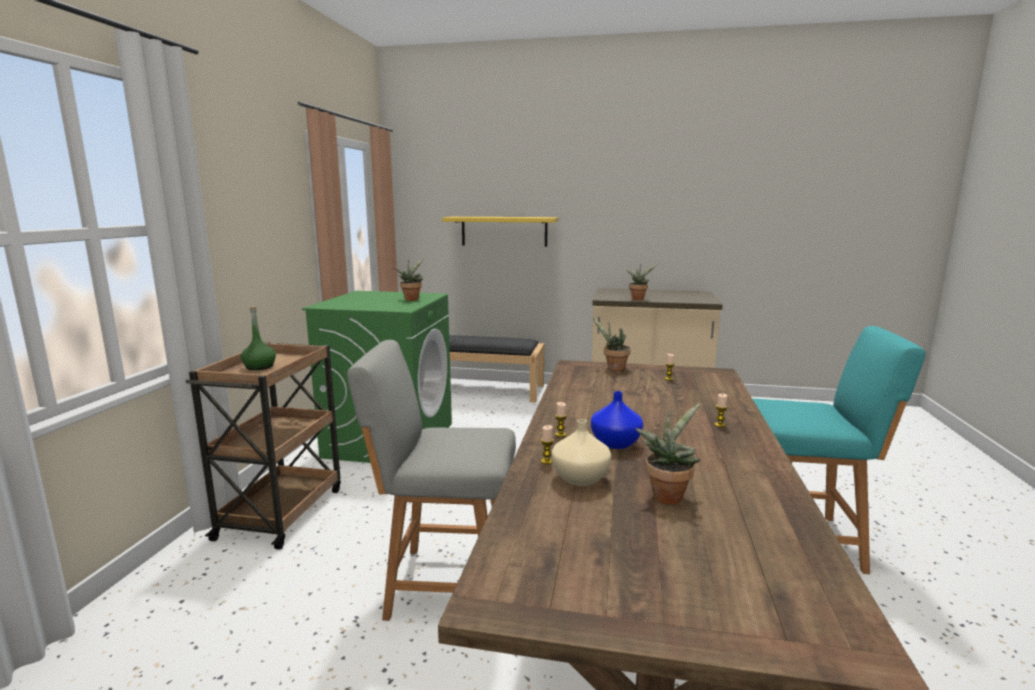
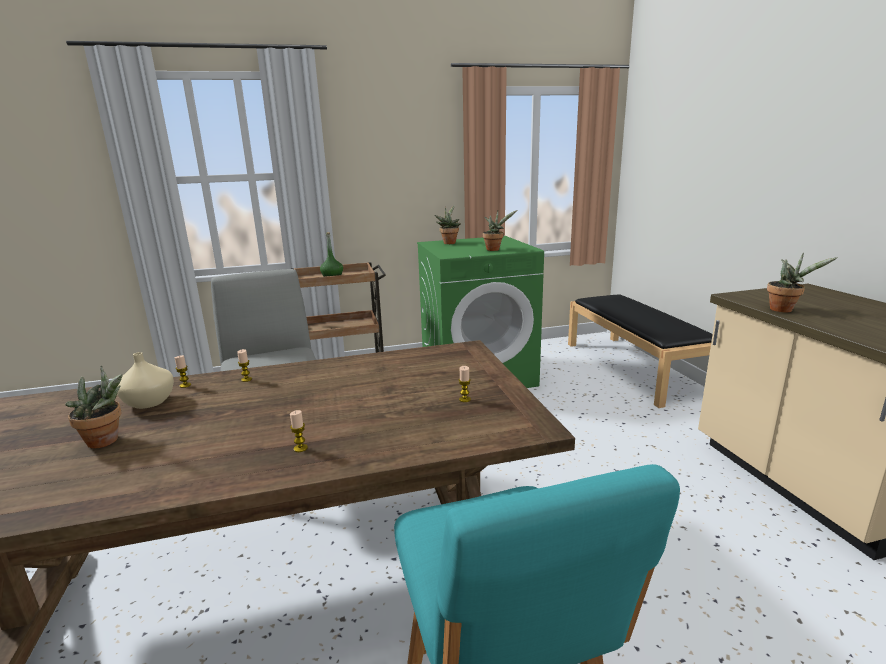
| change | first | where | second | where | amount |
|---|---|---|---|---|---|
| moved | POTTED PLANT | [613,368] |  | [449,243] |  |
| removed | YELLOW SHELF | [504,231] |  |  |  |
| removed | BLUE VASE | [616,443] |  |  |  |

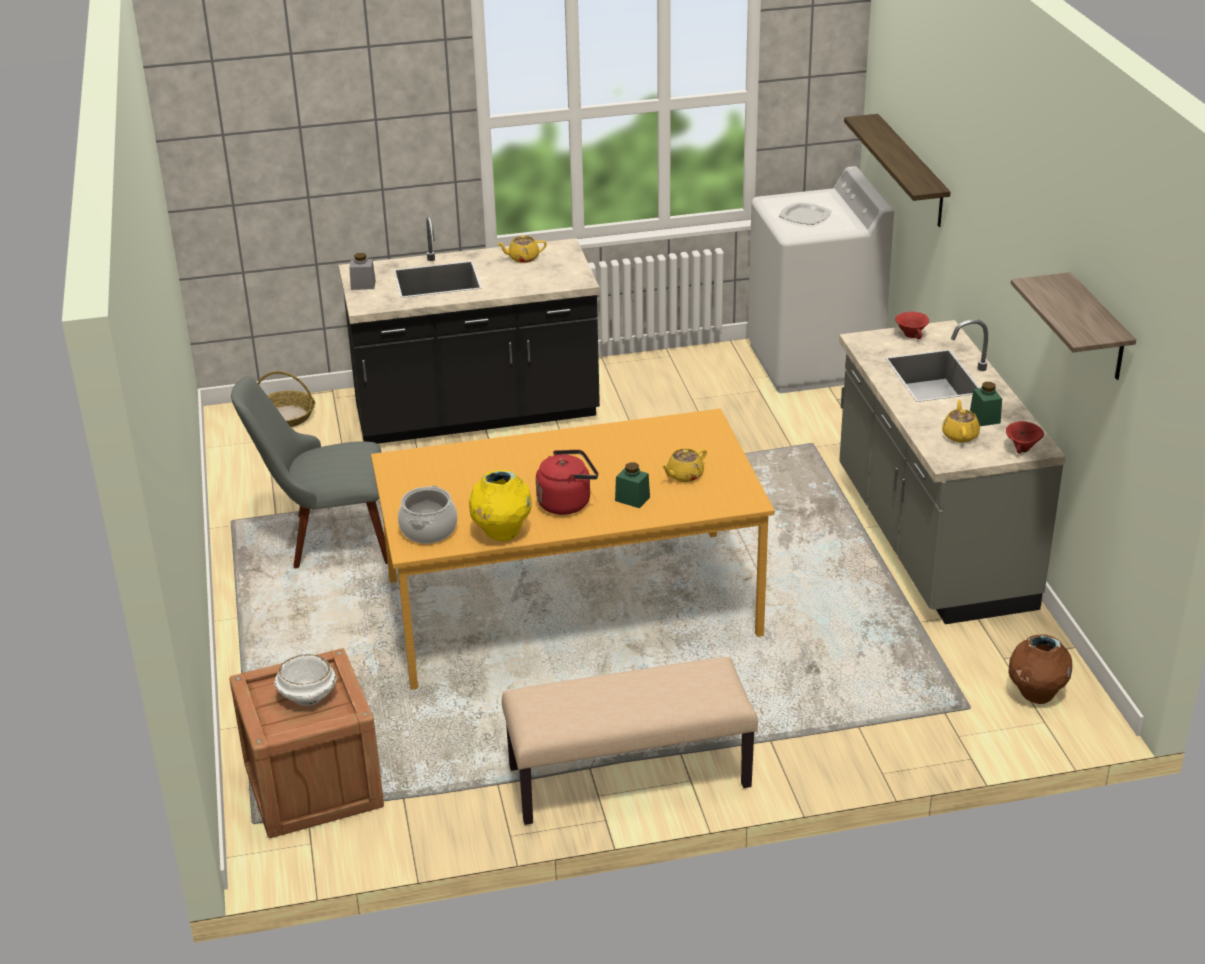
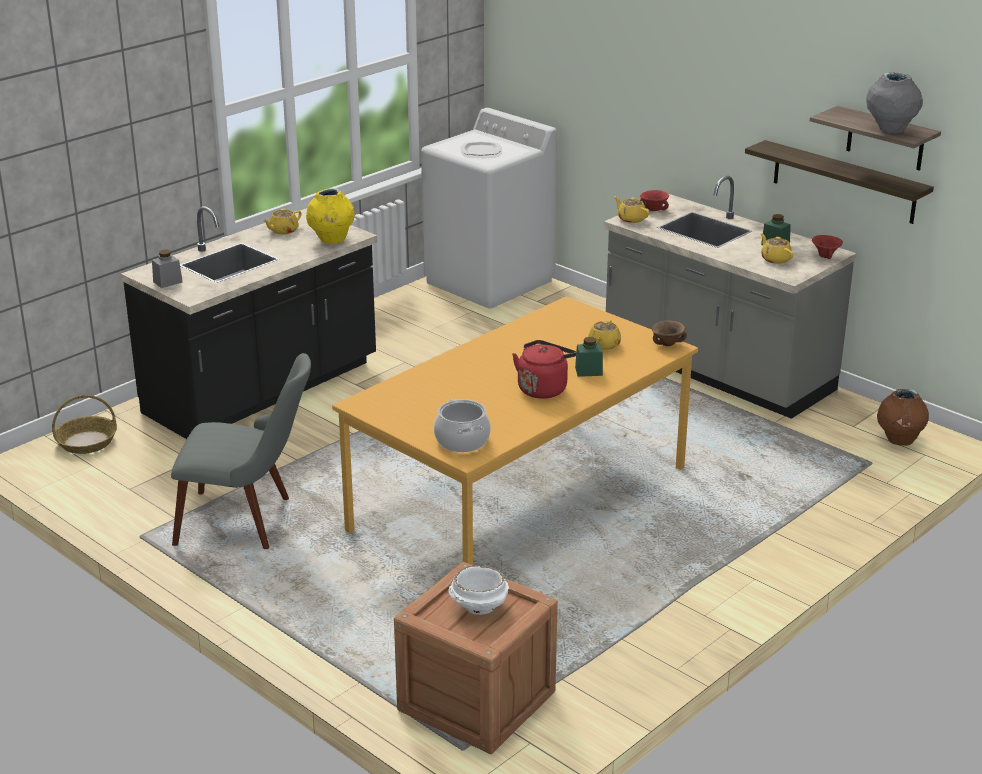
| change | first | where | second | where | amount |
|---|---|---|---|---|---|
| turned | GREY CHAIR | [326,540] |  | [249,521] | 135 degrees counterclockwise |
| moved | YELLOW VASE | [501,533] |  | [331,240] |  |
| added |  |  | YELLOW TEAPOT | [631,219] |  |
| added |  |  | BROWN BOWL | [668,344] |  |
| moved | SHELF | [911,171] |  | [844,182] |  |
| added |  |  | GREY VASE | [890,130] |  |
| removed | BEIGE BENCH | [628,778] |  |  |  |

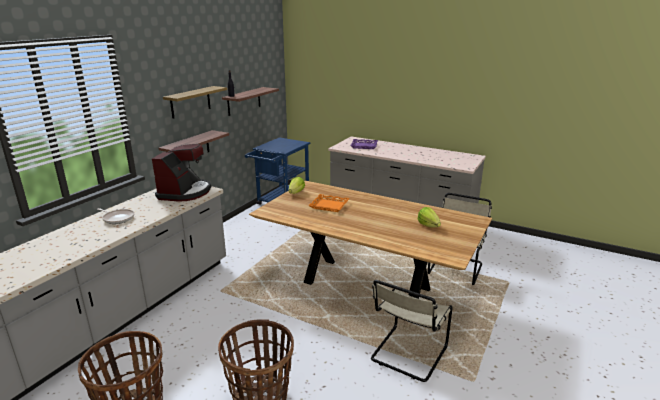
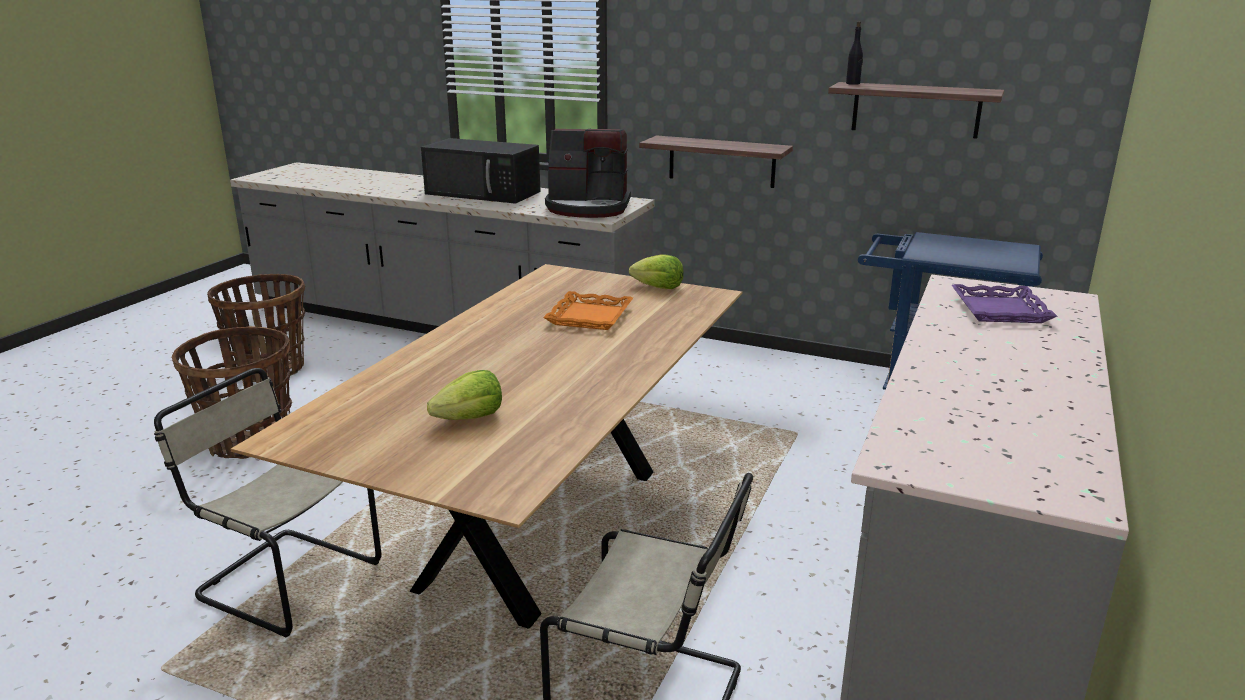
| change | first | where | second | where | amount |
|---|---|---|---|---|---|
| replaced | FRYING PAN | [118,218] | BLACK MICROWAVE | [484,193] |  |
| removed | SHELF | [190,102] |  |  |  |

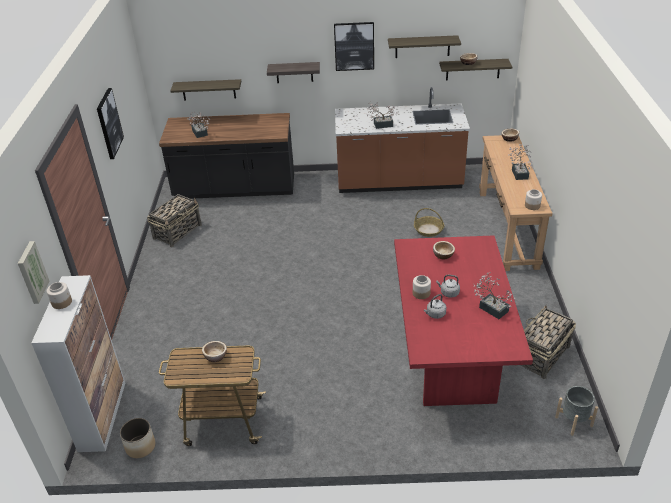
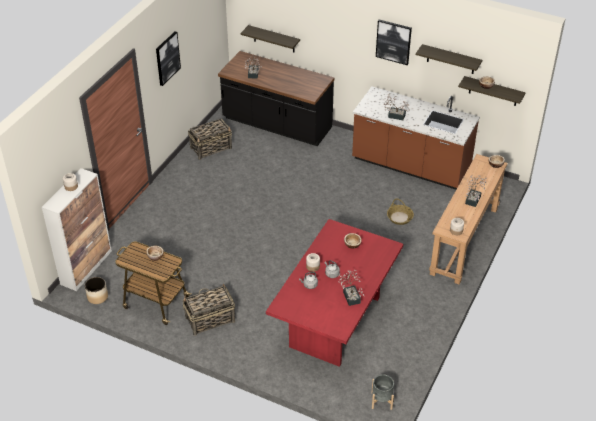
| change | first | where | second | where | amount |
|---|---|---|---|---|---|
| moved | BASKET | [541,355] |  | [209,320] |  |
| removed | PICTURE | [31,272] |  |  |  |
| removed | SHELF | [294,72] |  |  |  |

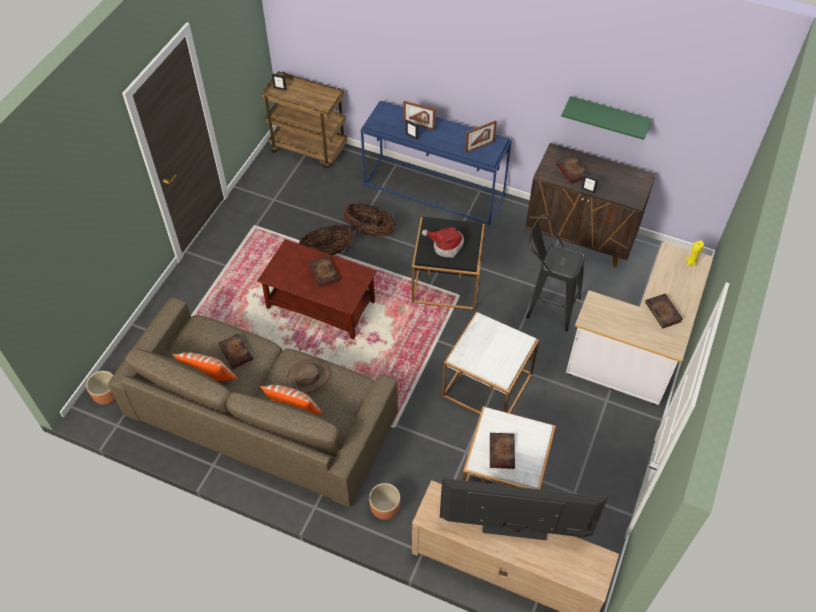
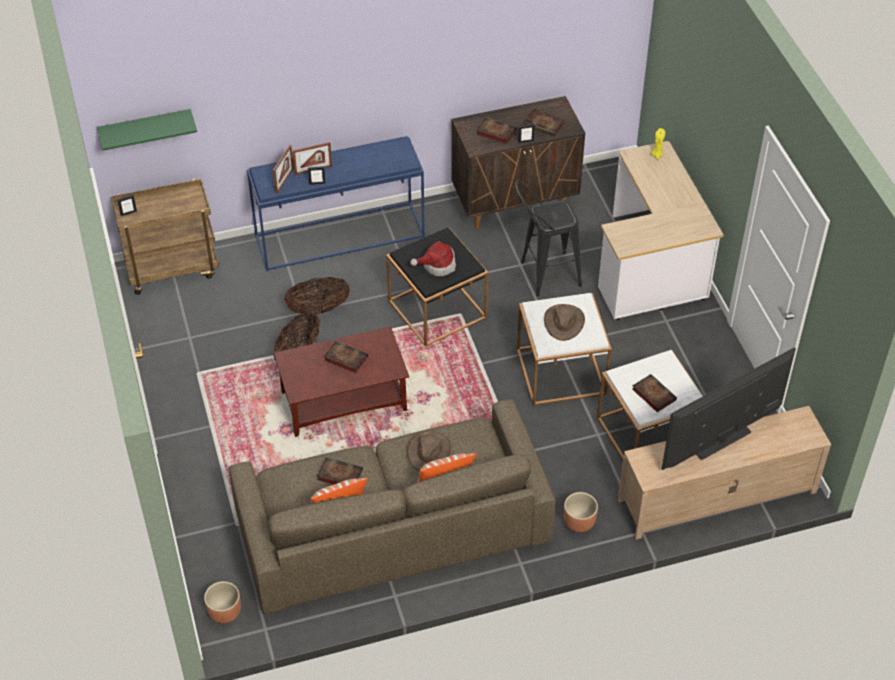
| change | first | where | second | where | amount |
|---|---|---|---|---|---|
| moved | GREEN SHELF | [608,117] |  | [146,129] |  |
| moved | PICTURE FRAME | [479,146] |  | [284,181] |  |
| moved | BOOK | [664,313] |  | [545,124] |  |
| added |  |  | BROWN HAT | [564,322] |  |

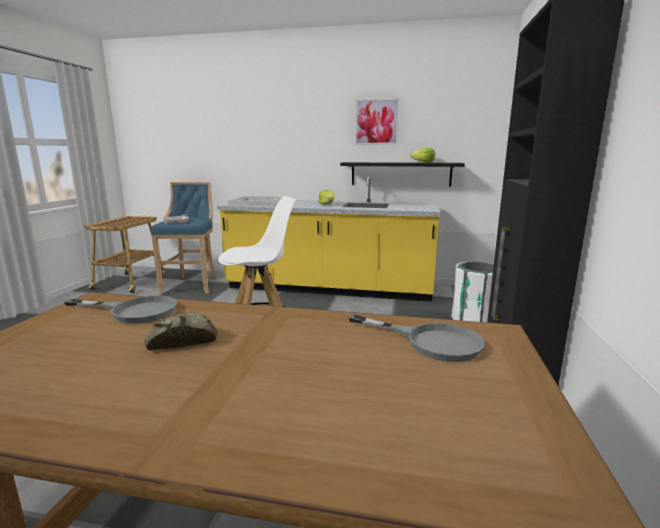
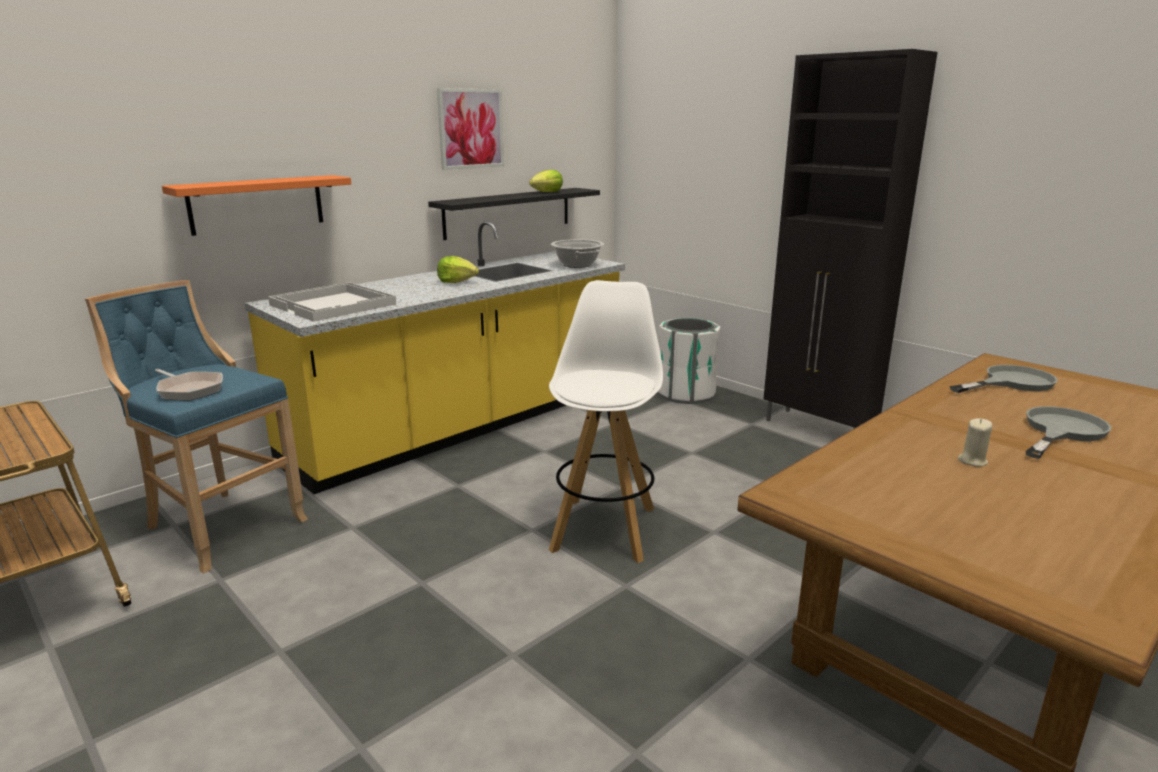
| change | first | where | second | where | amount |
|---|---|---|---|---|---|
| added |  |  | ORANGE SHELF | [257,204] |  |
| added |  |  | COOKING POT | [577,265] |  |
| replaced | BREAD | [181,340] | BEIGE CANDLE | [972,461] |  |
| moved | GREY FRYING PAN | [134,311] |  | [1061,431] |  |

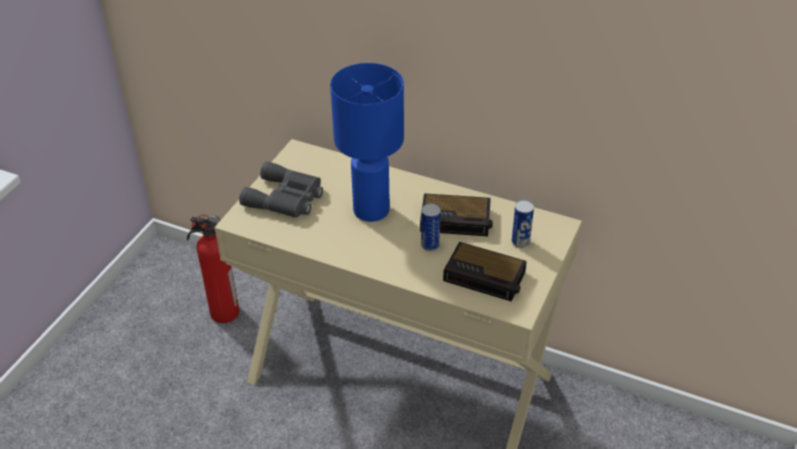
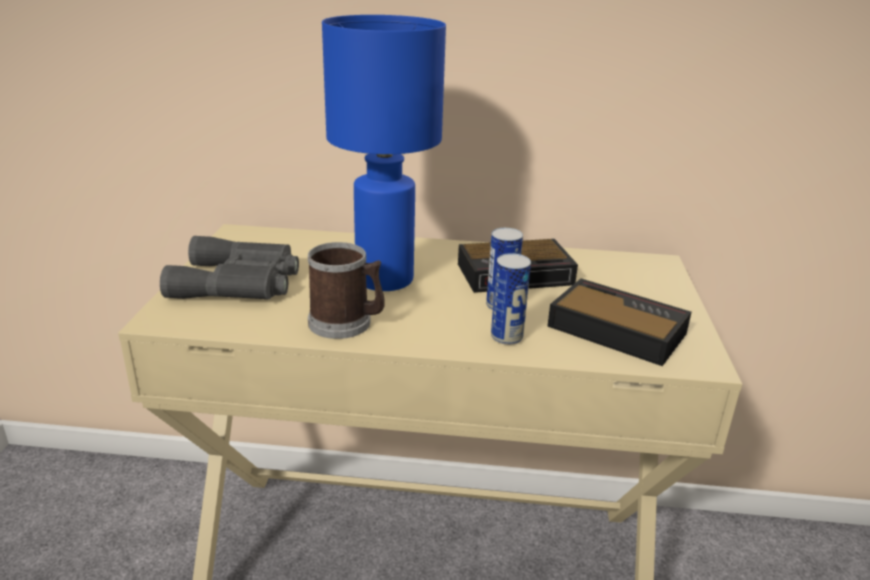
| change | first | where | second | where | amount |
|---|---|---|---|---|---|
| added |  |  | MUG | [346,323] |  |
| moved | CAN | [520,242] |  | [506,337] |  |
| turned | ALARM CLOCK | [486,277] |  | [613,329] | 150 degrees counterclockwise |
| removed | FIRE EXTINGUISHER | [222,312] |  |  |  |

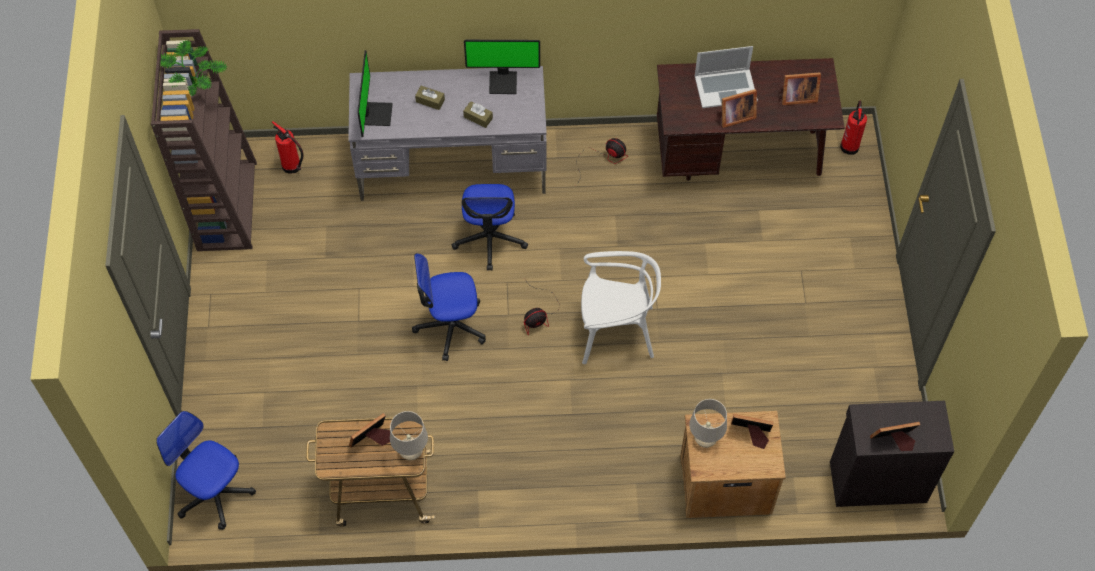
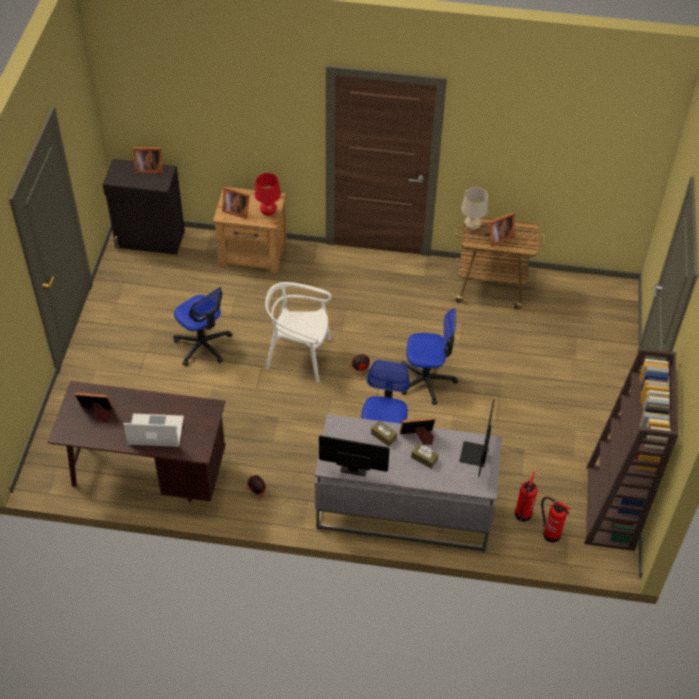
| change | first | where | second | where | amount |
|---|---|---|---|---|---|
| moved | OFFICE CHAIR | [215,492] |  | [203,345] |  |
| recoloured | BEIGE TABLE LAMP | [705,440] | RED TABLE LAMP | [268,212] |  |
| moved | PICTURE FRAME | [734,116] |  | [418,437] |  |
| moved | FIRE EXTINGUISHER | [850,145] |  | [522,515] |  |
| removed | POTTED PLANT | [195,83] |  |  |  |

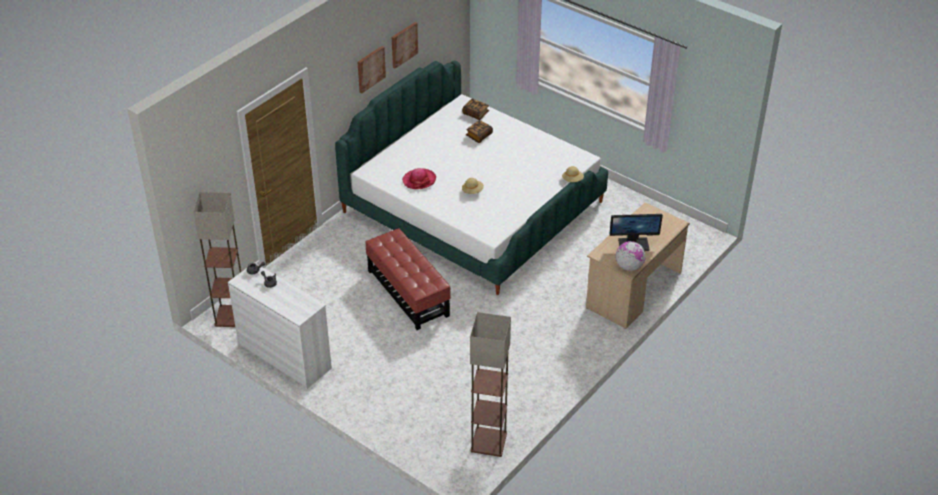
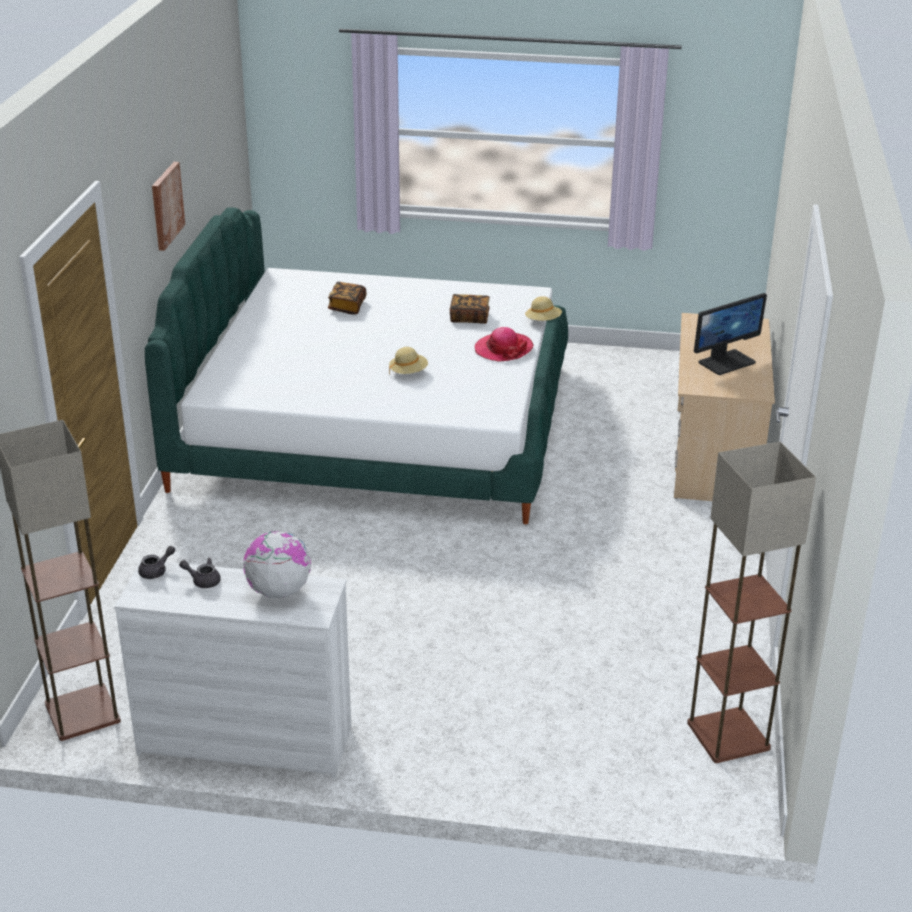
| change | first | where | second | where | amount |
|---|---|---|---|---|---|
| moved | GLOBE | [629,267] |  | [278,591] |  |
| moved | BOOK | [475,114] |  | [469,318] |  |
| moved | HAT | [419,180] |  | [503,349] |  |
| removed | RED OTTOMAN | [407,293] |  |  |  |
| removed | PICTURE | [403,44] |  |  |  |

